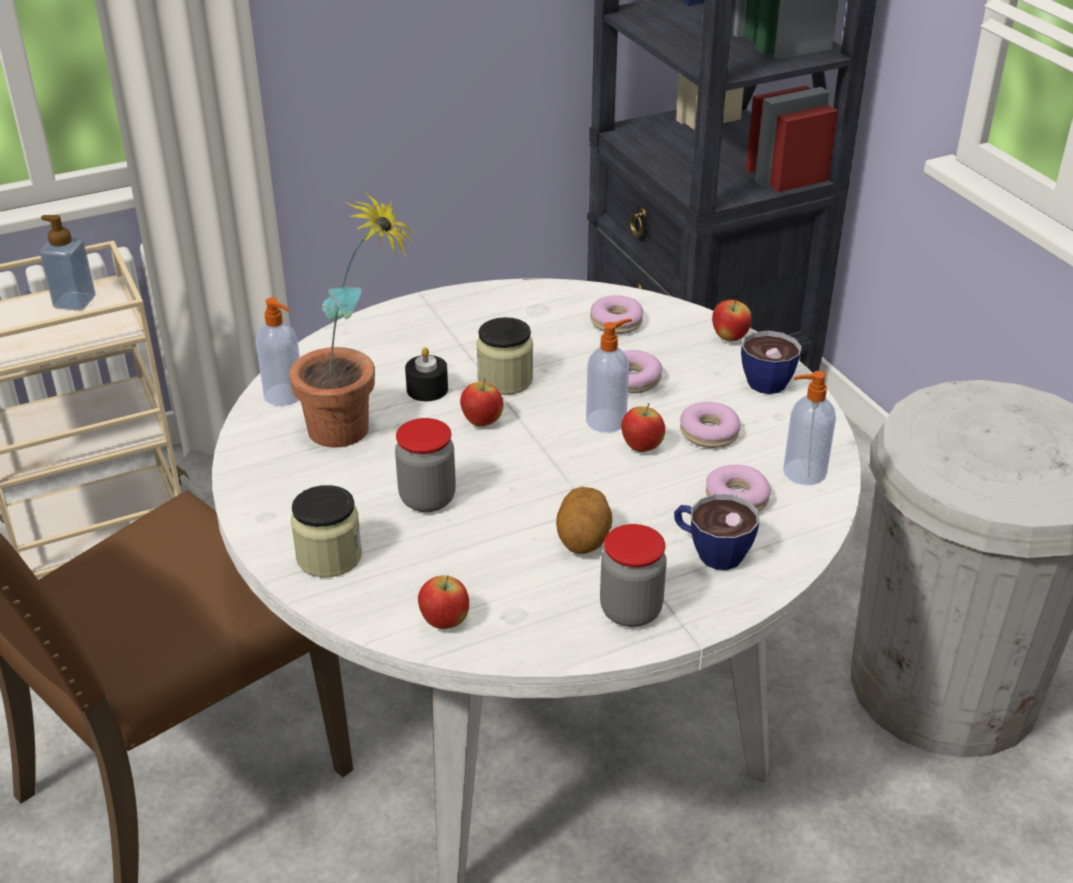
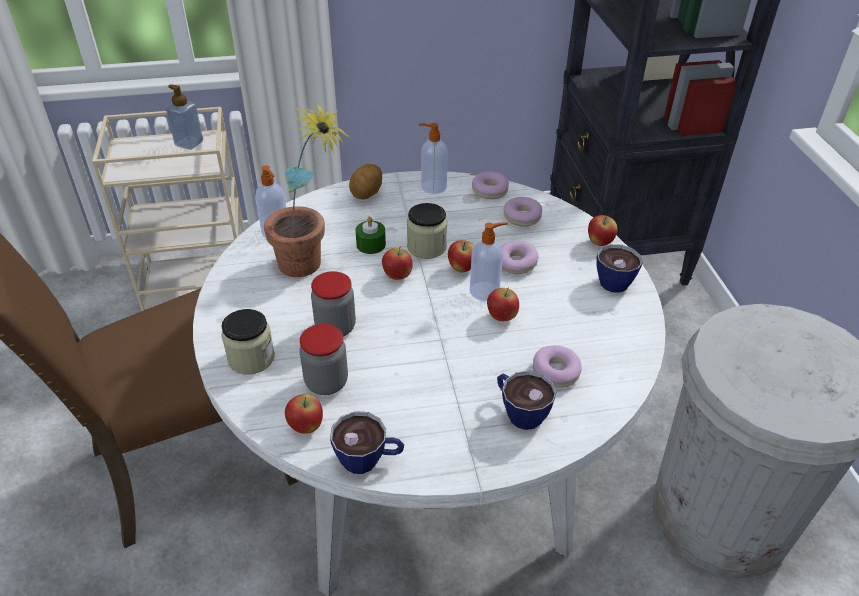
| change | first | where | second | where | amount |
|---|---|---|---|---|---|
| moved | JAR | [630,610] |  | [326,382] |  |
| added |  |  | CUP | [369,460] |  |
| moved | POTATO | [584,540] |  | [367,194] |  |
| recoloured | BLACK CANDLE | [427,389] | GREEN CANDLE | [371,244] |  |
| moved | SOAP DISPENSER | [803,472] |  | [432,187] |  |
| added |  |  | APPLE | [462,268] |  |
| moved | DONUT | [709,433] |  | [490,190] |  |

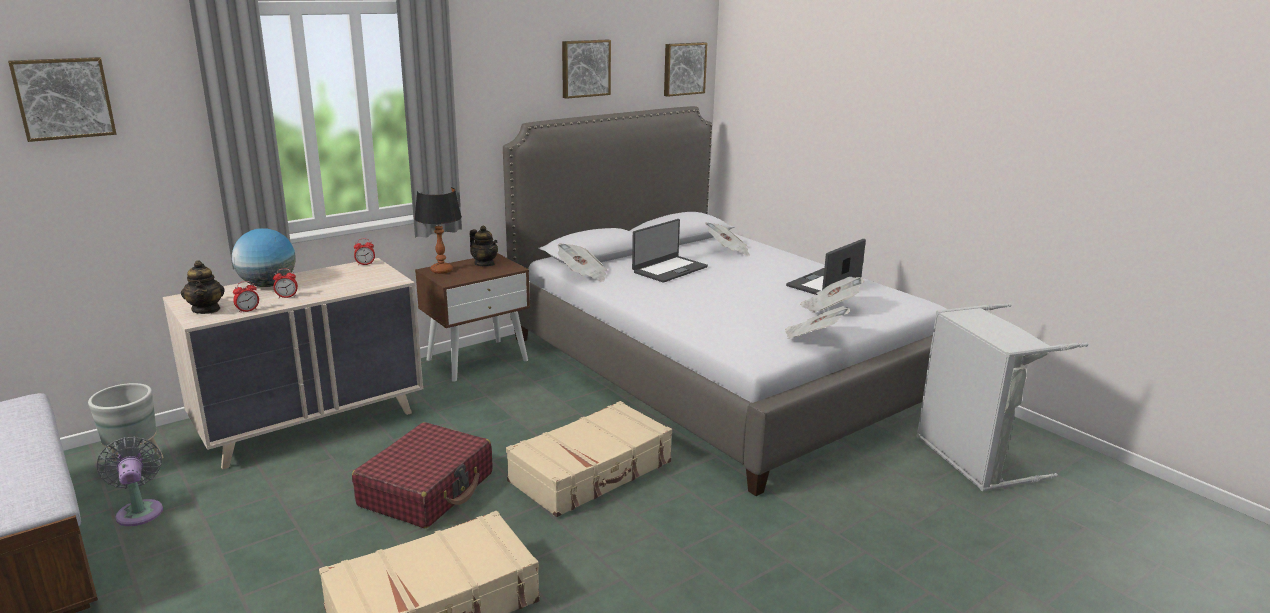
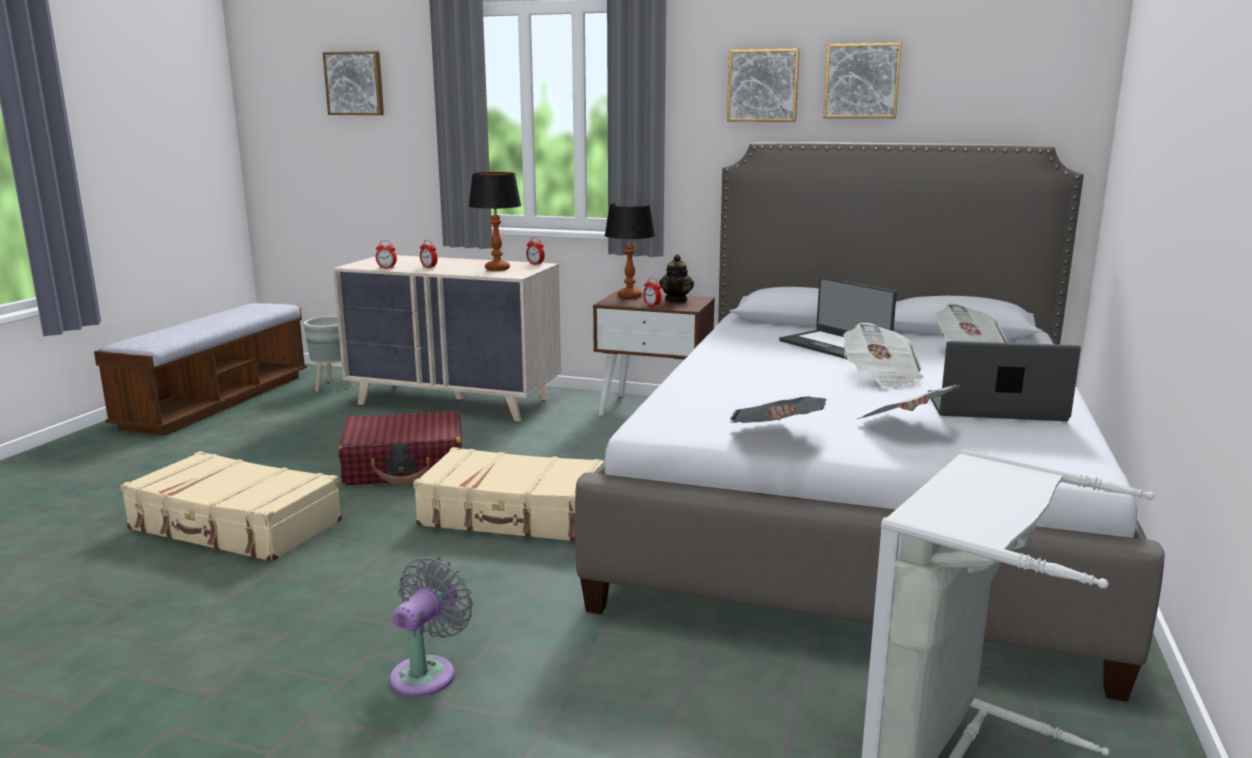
| change | first | where | second | where | amount |
|---|---|---|---|---|---|
| moved | GREY FAN | [139,511] |  | [427,673] |  |
| added |  |  | TABLE LAMP | [497,269] |  |
| added |  |  | ALARM CLOCK | [652,306] |  |
| moved | PICTURE | [683,68] |  | [763,85] |  |
| turned | LAPTOP | [669,269] |  | [835,346] | 45 degrees clockwise |
| moved | NEWSPAPER | [583,275] |  | [880,377] |  |
| removed | TEAPOT | [206,309] |  |  |  |
| removed | GLOBE | [268,285] |  |  |  |

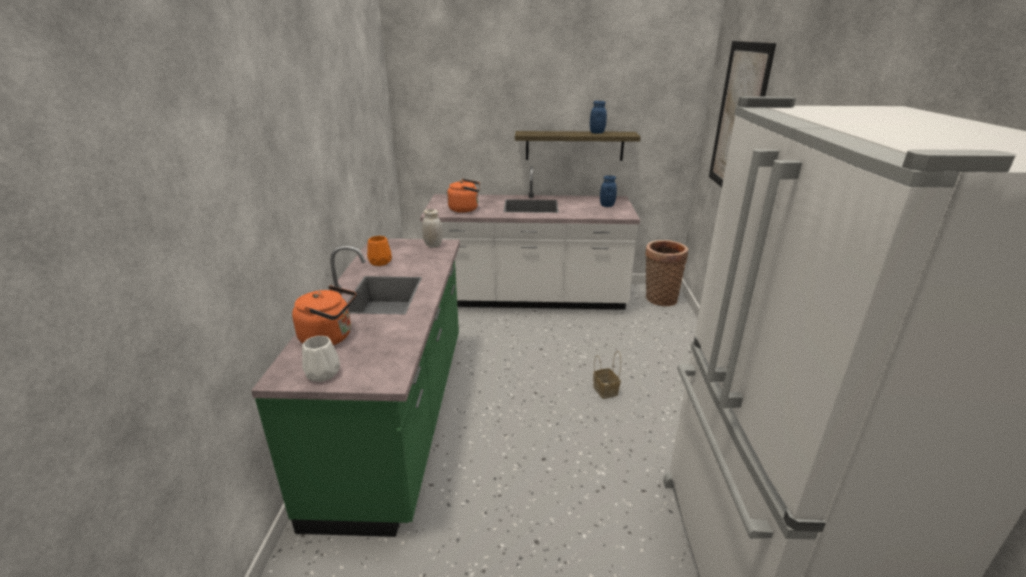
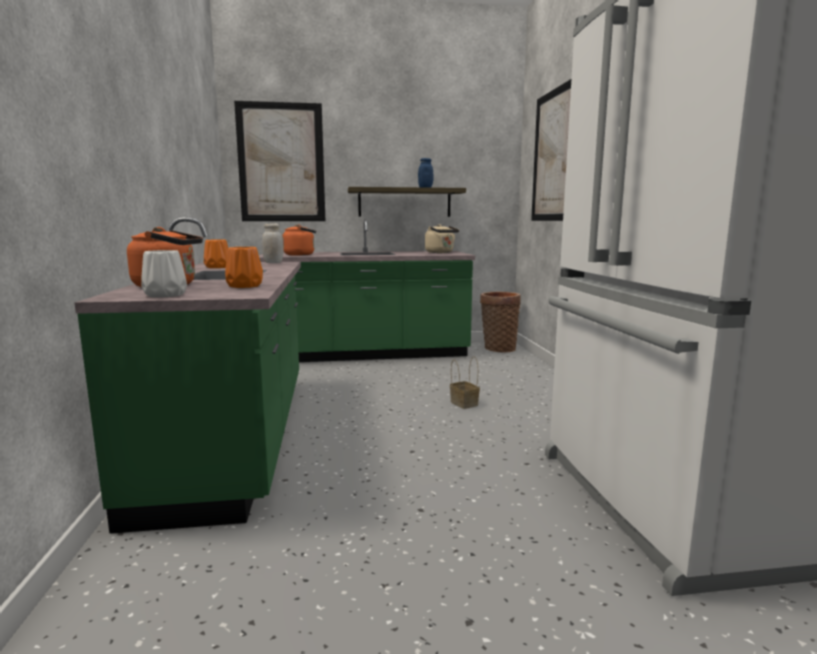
| change | first | where | second | where | amount |
|---|---|---|---|---|---|
| added |  |  | ORANGE VASE | [244,286] |  |
| added |  |  | PICTURE | [281,163] |  |
| recoloured | WHITE COUNTER | [528,298] | GREEN COUNTER | [367,354] |  |
| replaced | BLUE JAR | [607,205] | BEIGE KETTLE | [440,252] |  |

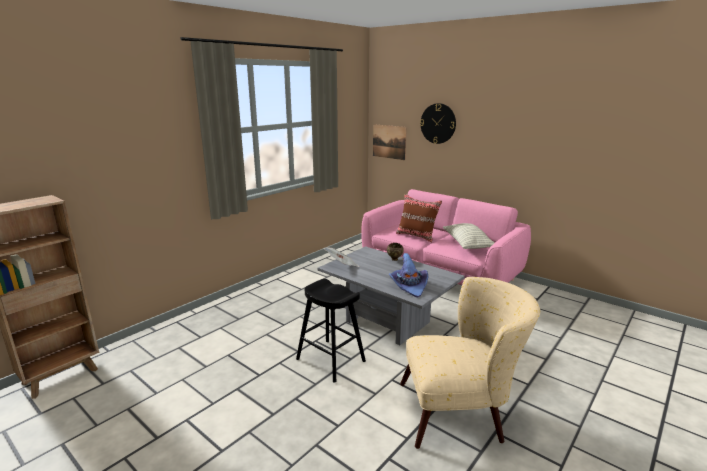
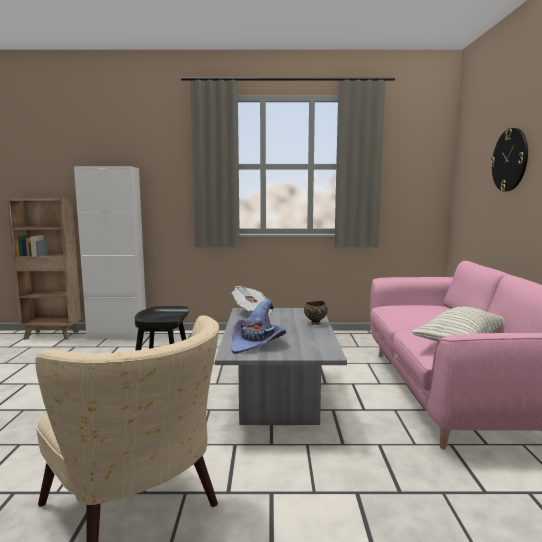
| change | first | where | second | where | amount |
|---|---|---|---|---|---|
| added |  |  | WHITE CABINET | [117,335] |  |
| removed | PICTURE | [389,142] |  |  |  |
| removed | BROWN PILLOW | [417,236] |  |  |  |

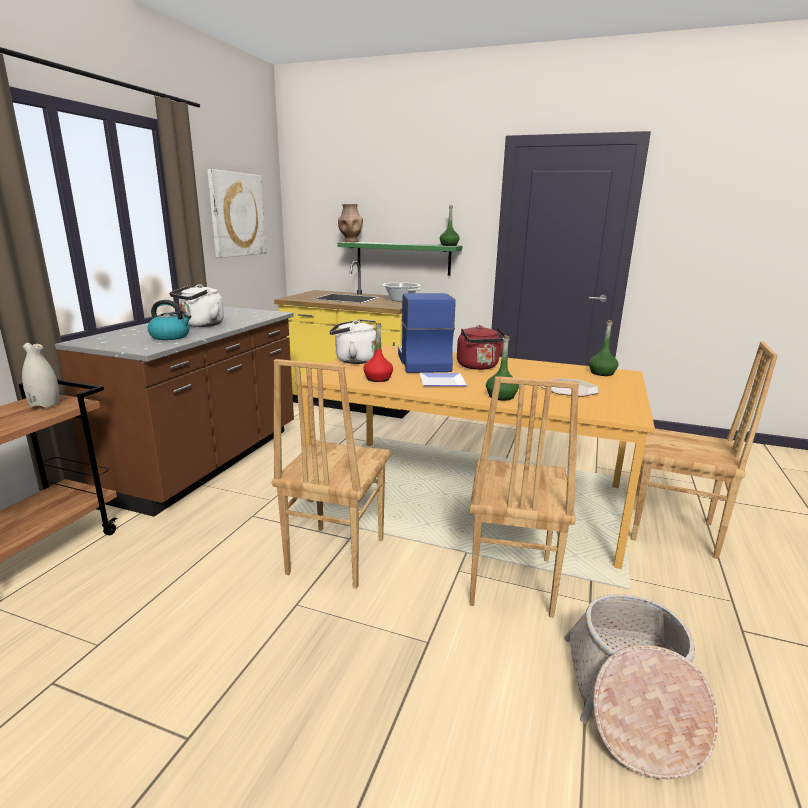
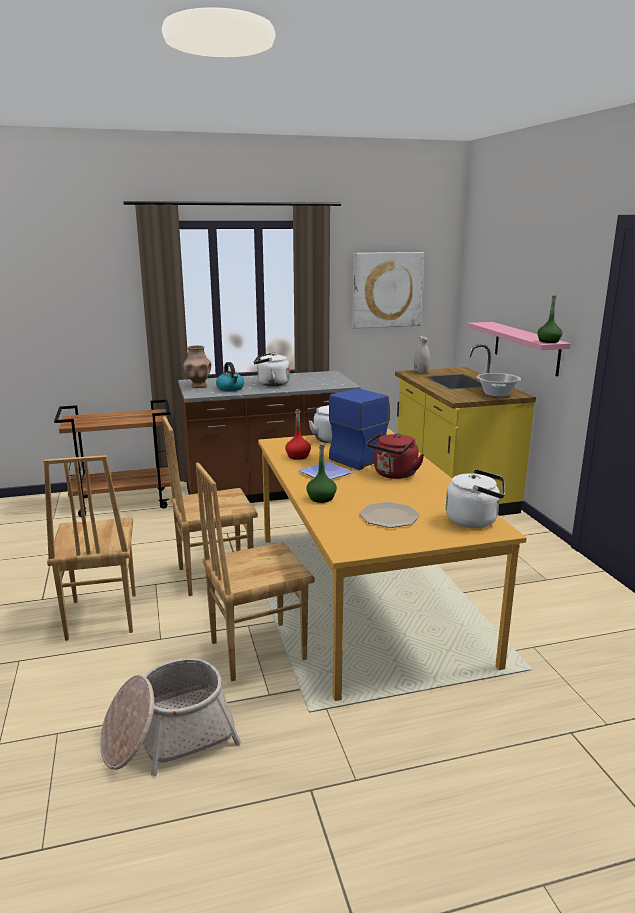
| change | first | where | second | where | amount |
|---|---|---|---|---|---|
| moved | BROWN CHAIR | [673,532] |  | [100,617] |  |
| moved | BROWN VASE | [350,242] |  | [198,386] |  |
| moved | WHITE VASE | [45,405] |  | [421,372] |  |
| replaced | GREEN BOTTLE | [602,373] | WHITE KETTLE | [474,520] |  |
| recoloured | GREEN SHELF | [403,258] | PINK SHELF | [526,348] |  |

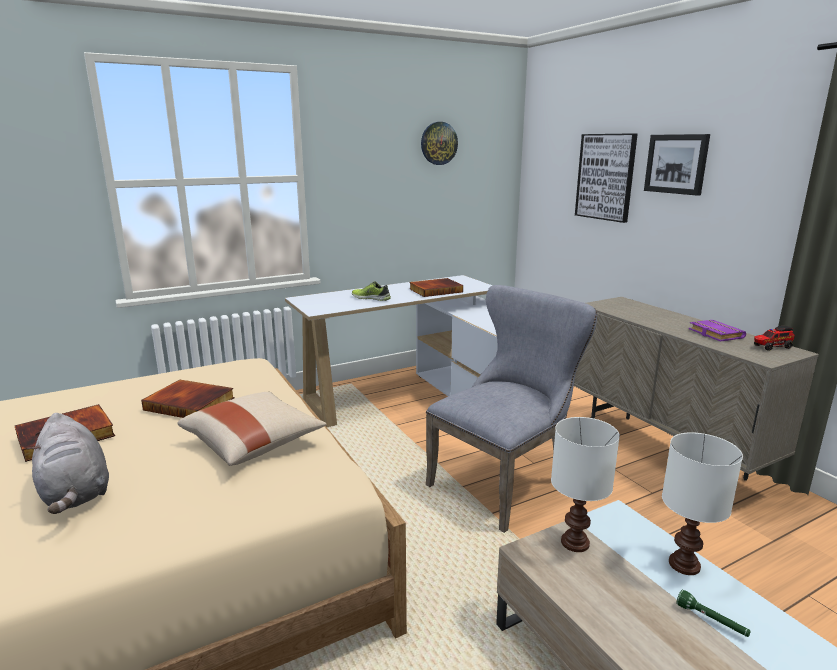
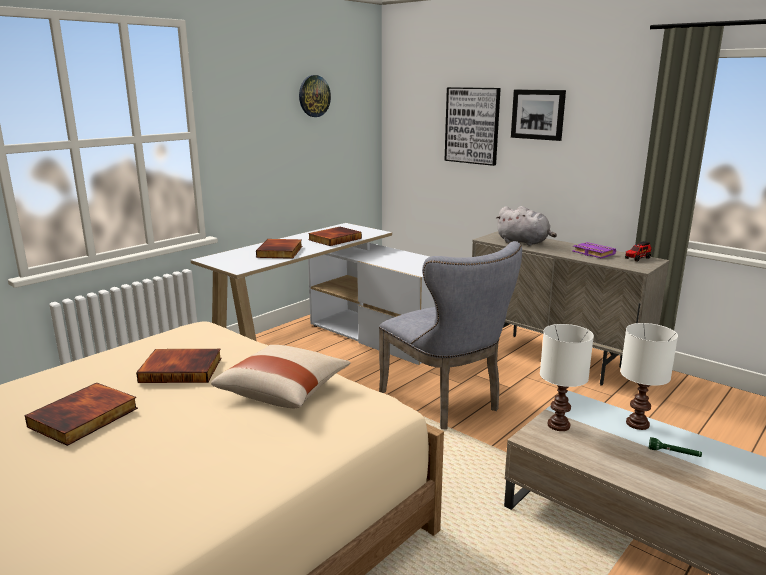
| change | first | where | second | where | amount |
|---|---|---|---|---|---|
| replaced | SHOE | [371,298] | BOOK | [281,252] |  |
| turned | GREY CHAIR | [504,482] |  | [446,402] | 120 degrees clockwise |
| moved | GREY PLUSH TOY | [75,493] |  | [524,242] |  |

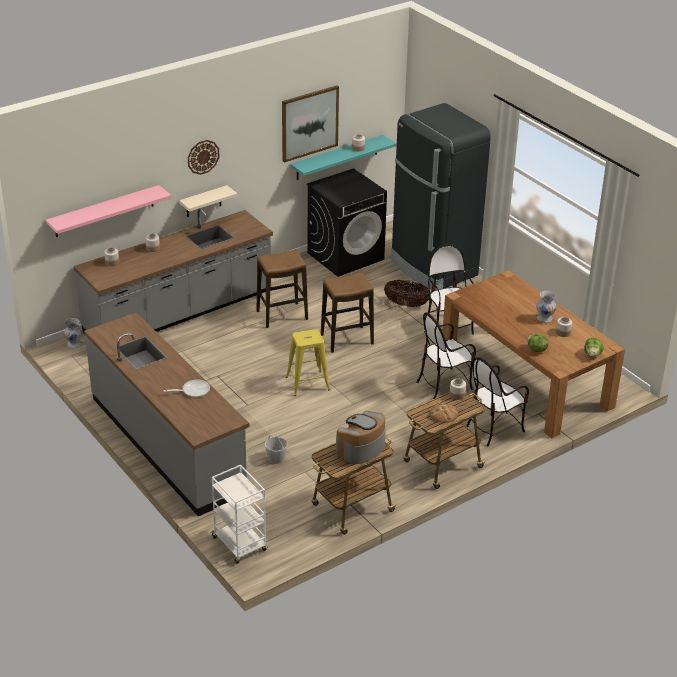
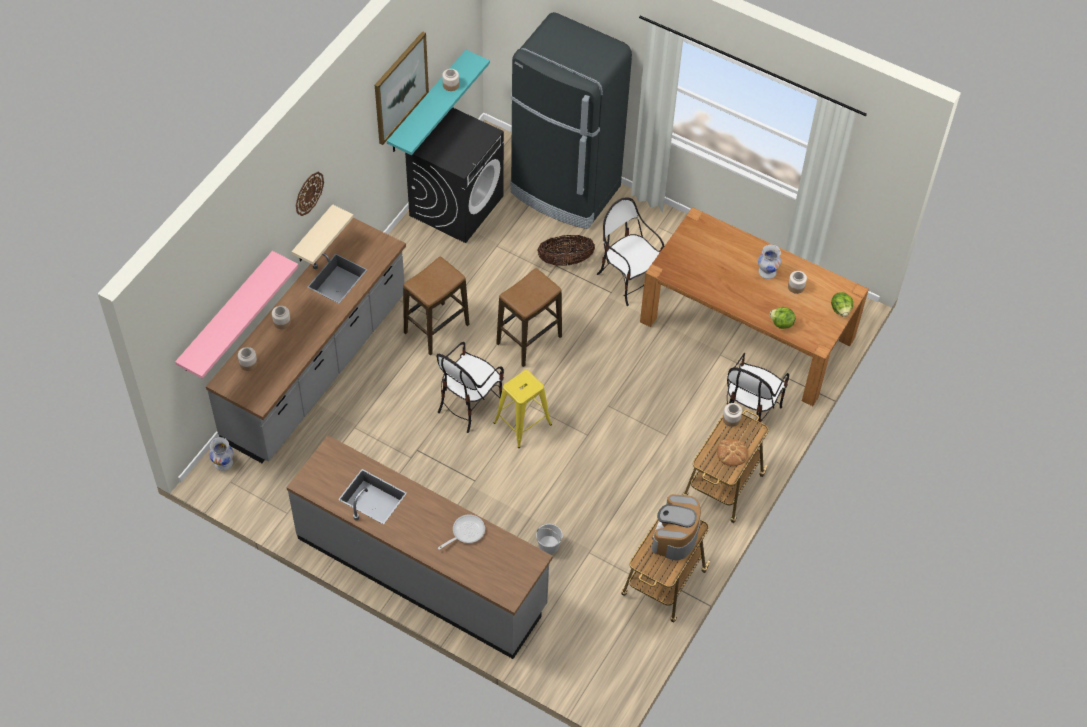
| change | first | where | second | where | amount |
|---|---|---|---|---|---|
| moved | CHAIR | [444,384] |  | [469,404] |  |
| removed | WHITE CART | [240,544] |  |  |  |

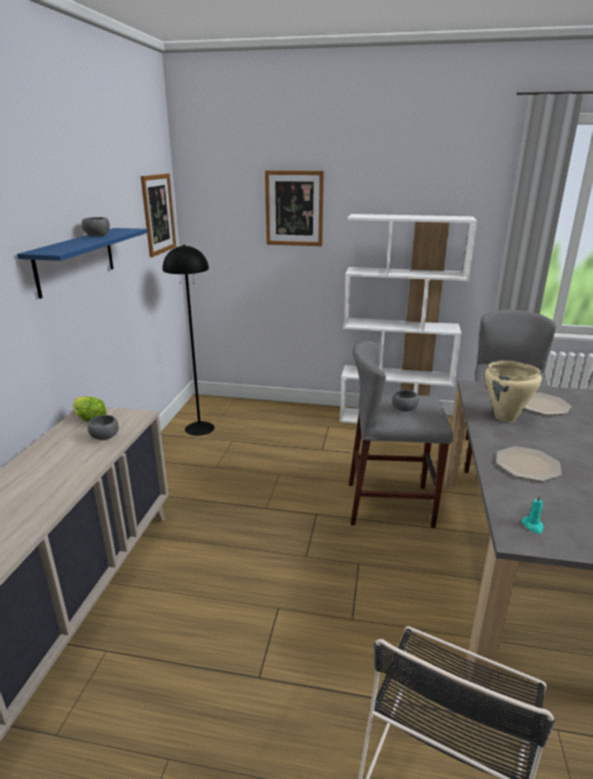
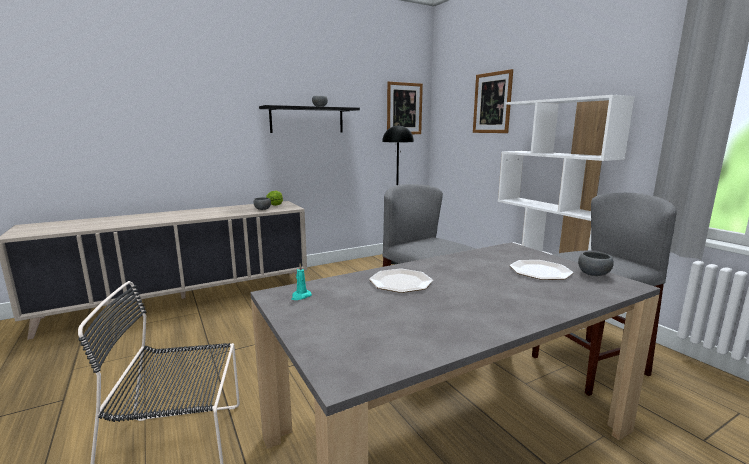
| change | first | where | second | where | amount |
|---|---|---|---|---|---|
| recoloured | BLUE SHELF | [76,260] | BLACK SHELF | [307,120] |  |
| moved | GREY BOWL | [404,409] |  | [594,274] |  |
| removed | BEIGE COOKING POT | [505,417] |  |  |  |

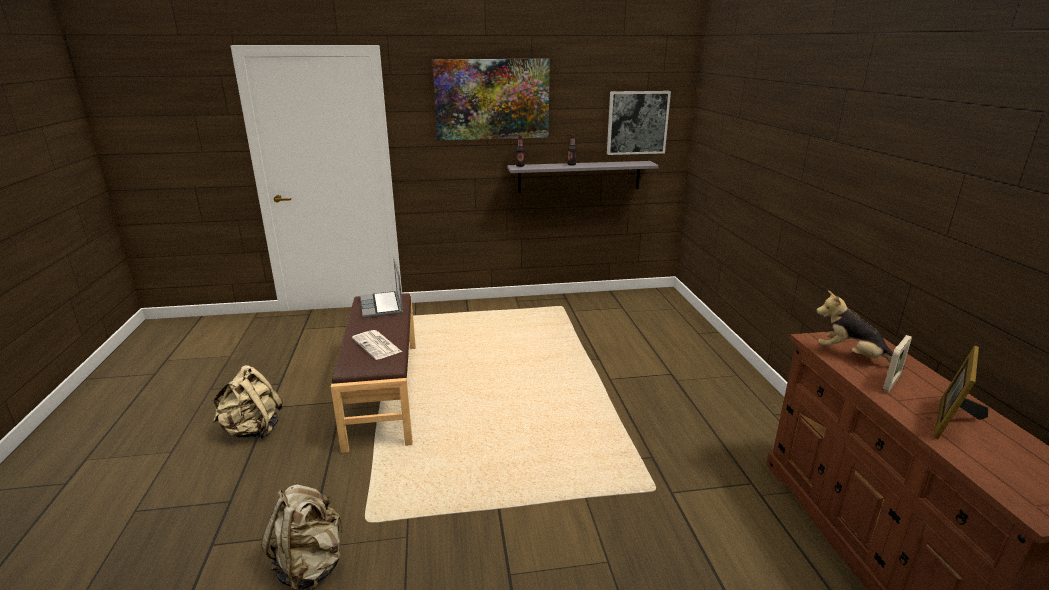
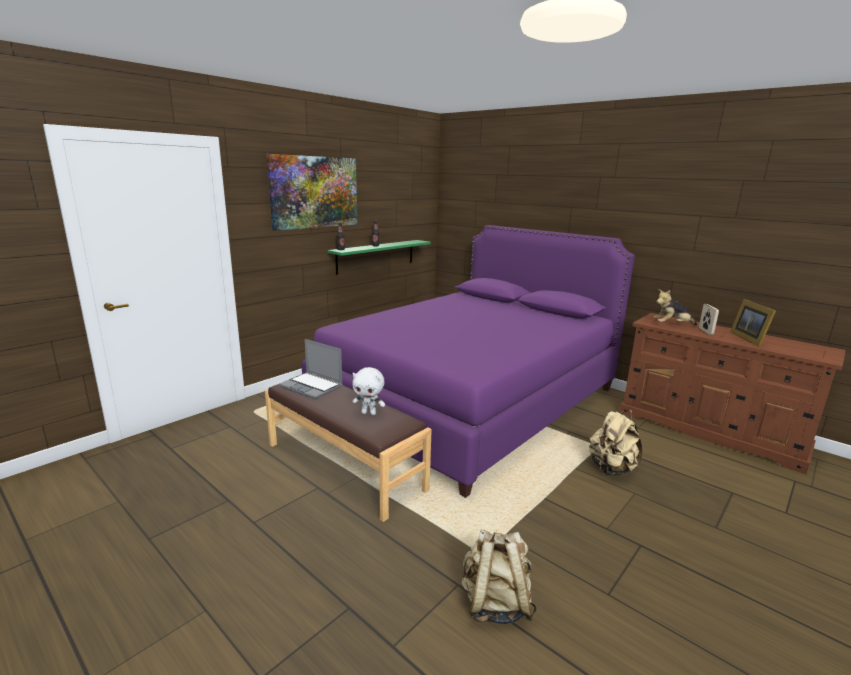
| change | first | where | second | where | amount |
|---|---|---|---|---|---|
| added |  |  | PURPLE BED | [469,400] |  |
| recoloured | GREY SHELF | [579,176] | GREEN SHELF | [376,256] |  |
| replaced | NEWSPAPER | [377,345] | WHITE PLUSH TOY | [369,413] |  |
| moved | BEIGE BACKPACK | [253,430] |  | [611,468] |  |
| removed | PICTURE | [637,122] |  |  |  |

